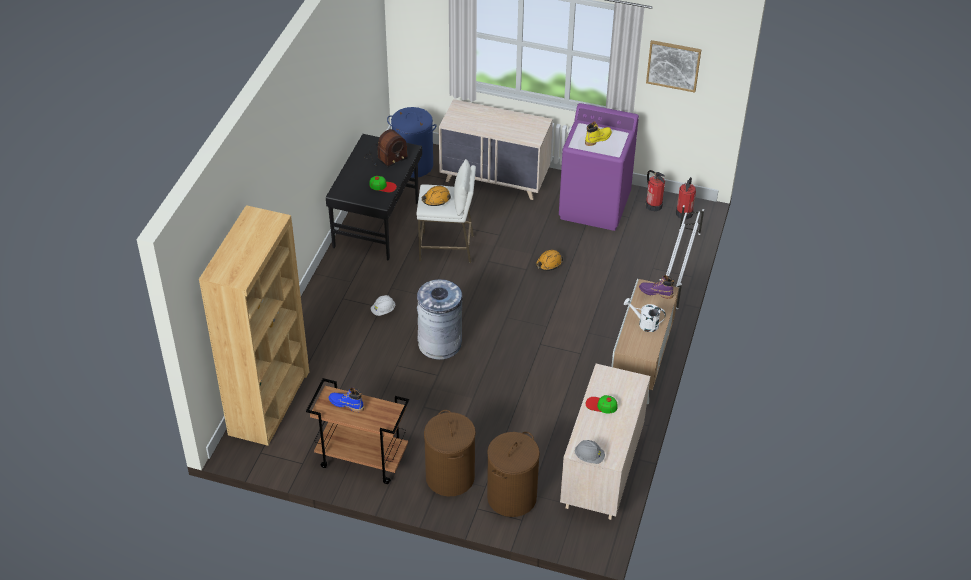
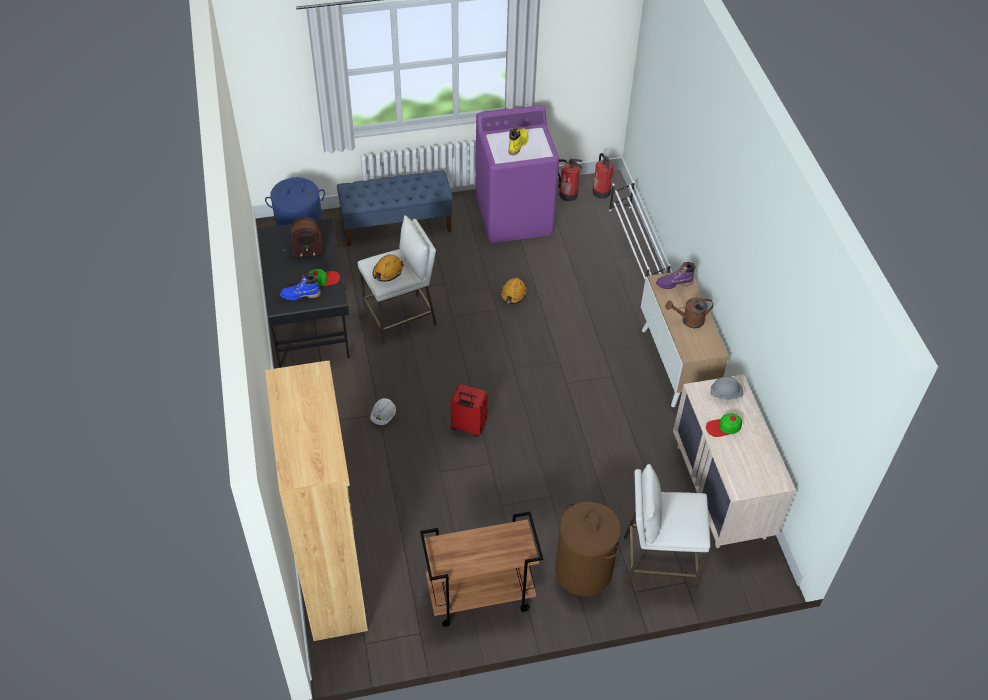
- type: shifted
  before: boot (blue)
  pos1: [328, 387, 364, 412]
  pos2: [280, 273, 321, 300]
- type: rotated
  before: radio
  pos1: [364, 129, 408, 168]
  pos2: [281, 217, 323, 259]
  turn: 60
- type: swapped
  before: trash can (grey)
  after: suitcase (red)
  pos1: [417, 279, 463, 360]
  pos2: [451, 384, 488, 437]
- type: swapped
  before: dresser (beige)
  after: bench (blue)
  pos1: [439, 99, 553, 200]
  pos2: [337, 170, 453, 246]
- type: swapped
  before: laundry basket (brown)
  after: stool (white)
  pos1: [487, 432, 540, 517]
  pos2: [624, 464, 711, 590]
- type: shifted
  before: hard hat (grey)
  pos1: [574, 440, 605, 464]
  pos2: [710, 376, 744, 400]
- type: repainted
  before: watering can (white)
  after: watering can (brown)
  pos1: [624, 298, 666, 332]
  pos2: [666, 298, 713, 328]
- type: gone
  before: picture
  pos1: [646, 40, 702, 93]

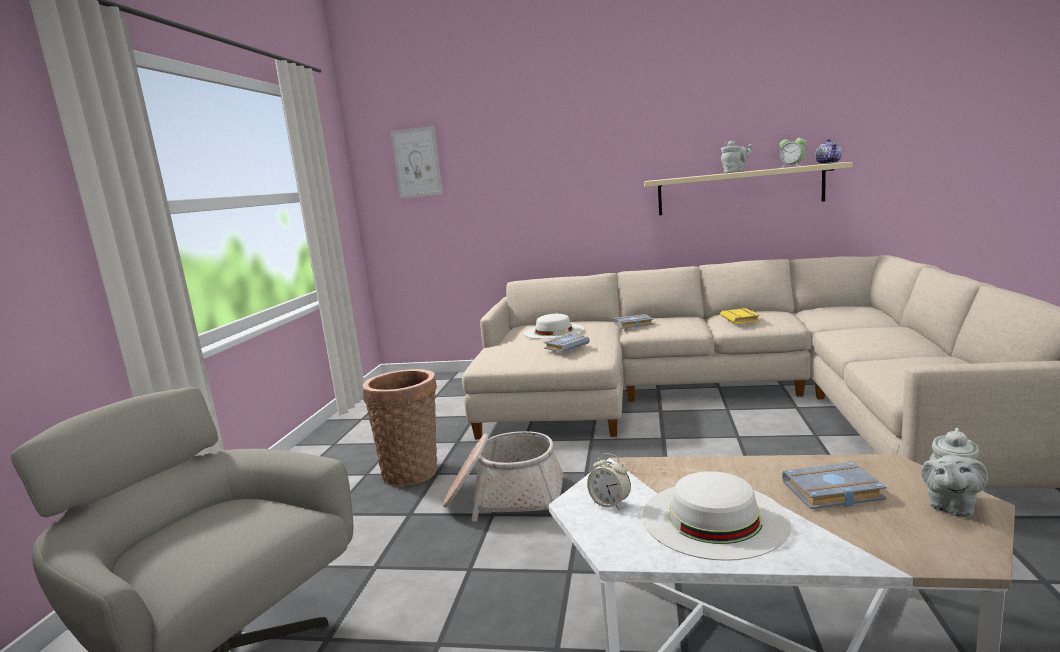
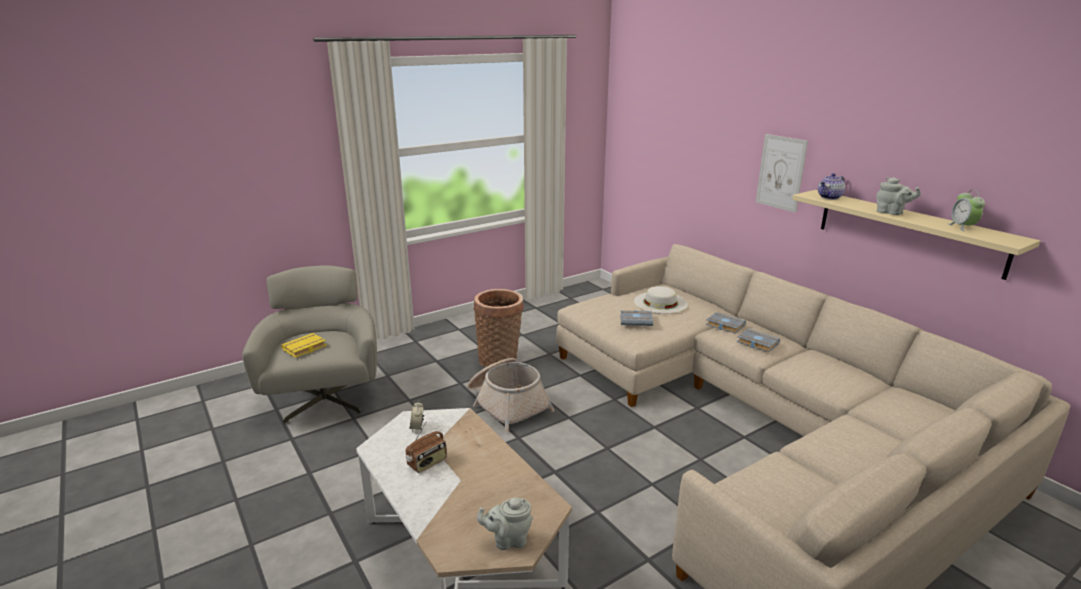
- type: shifted
  before: picture
  pos1: [391, 126, 443, 198]
  pos2: [756, 134, 808, 213]
- type: swapped
  before: hat (white)
  after: radio
  pos1: [643, 471, 791, 561]
  pos2: [406, 421, 447, 473]
- type: shifted
  before: book (yellow)
  pos1: [720, 308, 761, 324]
  pos2: [281, 333, 327, 358]
- type: shifted
  before: book (grey)
  pos1: [782, 462, 887, 509]
  pos2: [737, 329, 780, 352]
- type: shifted
  before: teapot
  pos1: [815, 139, 842, 164]
  pos2: [818, 173, 845, 200]

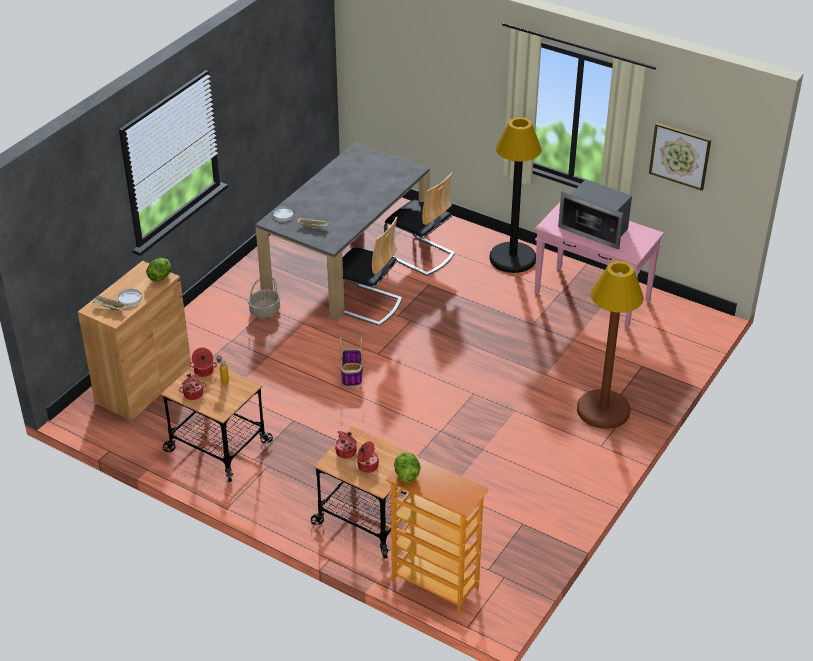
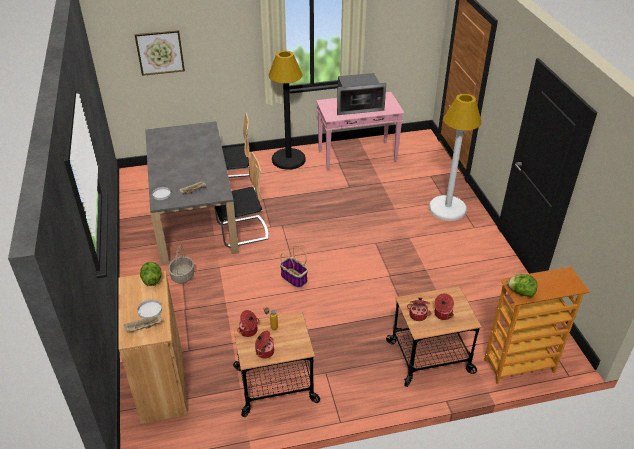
- type: repainted
  before: floor lamp (brown)
  after: floor lamp (white)
  pos1: [577, 261, 644, 429]
  pos2: [429, 94, 482, 221]
- type: shifted
  before: picture
  pos1: [649, 123, 711, 191]
  pos2: [135, 30, 185, 76]

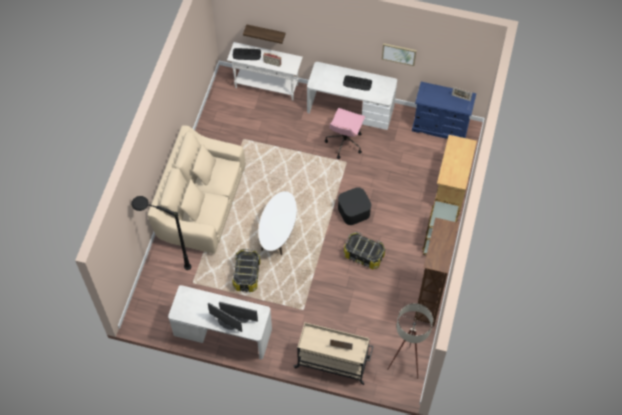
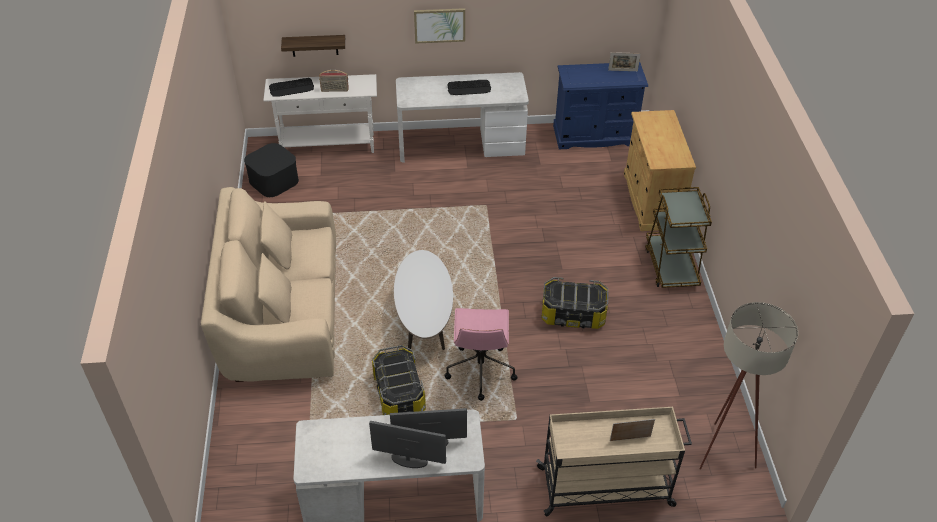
- type: gone
  before: floor lamp (black)
  pos1: [131, 196, 192, 270]
- type: shifted
  before: office chair (pink)
  pos1: [325, 108, 365, 159]
  pos2: [444, 308, 518, 401]
- type: shifted
  before: storage box (black)
  pos1: [338, 187, 371, 225]
  pos2: [244, 143, 299, 197]
- type: shifted
  before: picture
  pos1: [382, 43, 417, 66]
  pos2: [414, 8, 465, 44]
- type: gone
  before: bookcase (brown)
  pos1: [414, 218, 459, 326]

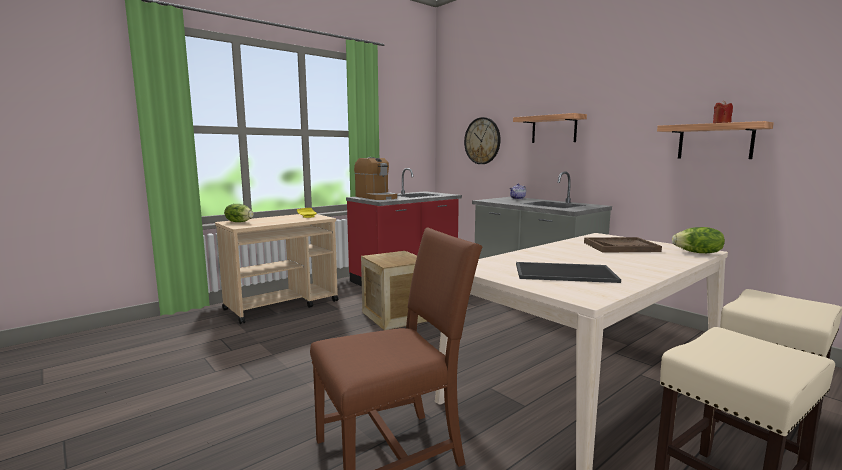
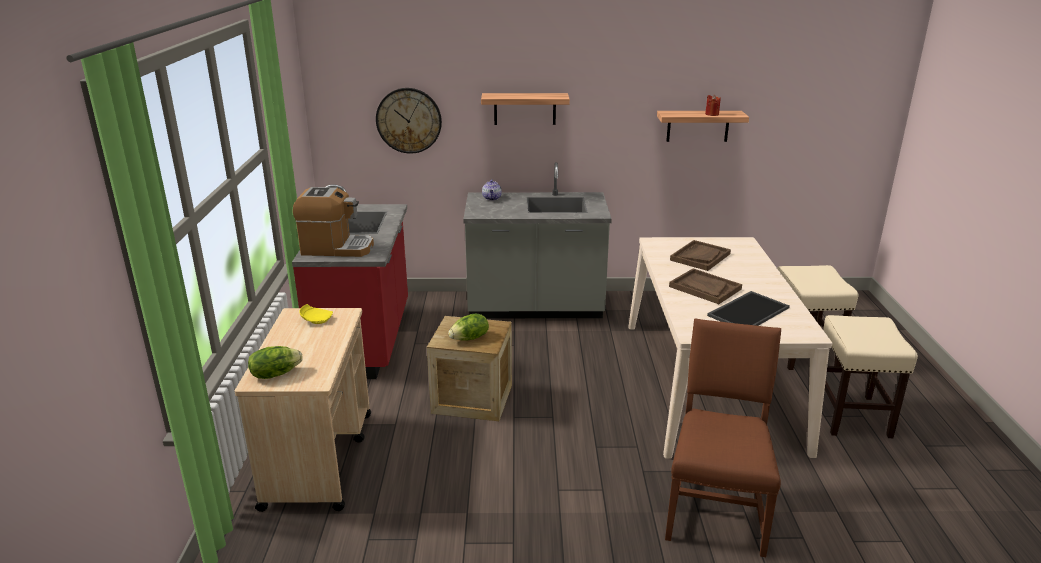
- type: shifted
  before: lettuce
  pos1: [672, 227, 725, 253]
  pos2: [448, 314, 489, 341]
- type: new
  after: tray (brown)
  pos2: [669, 268, 742, 304]

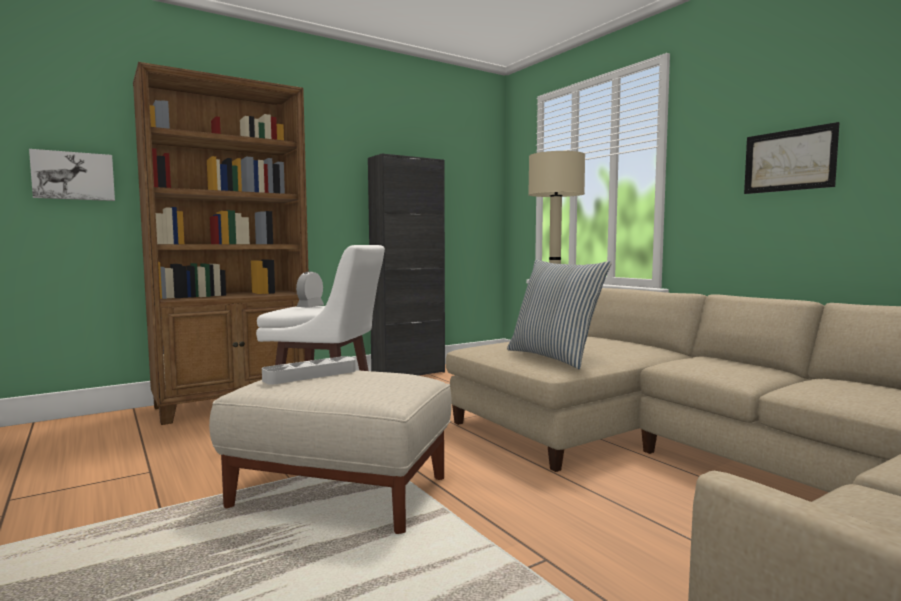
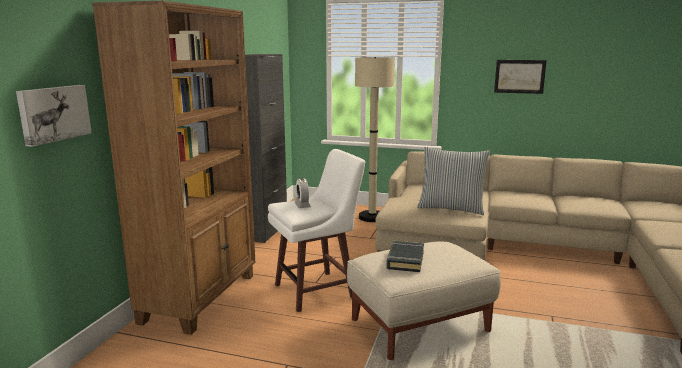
- type: swapped
  before: tray (grey)
  after: book (black)
  pos1: [262, 356, 356, 385]
  pos2: [386, 241, 424, 272]

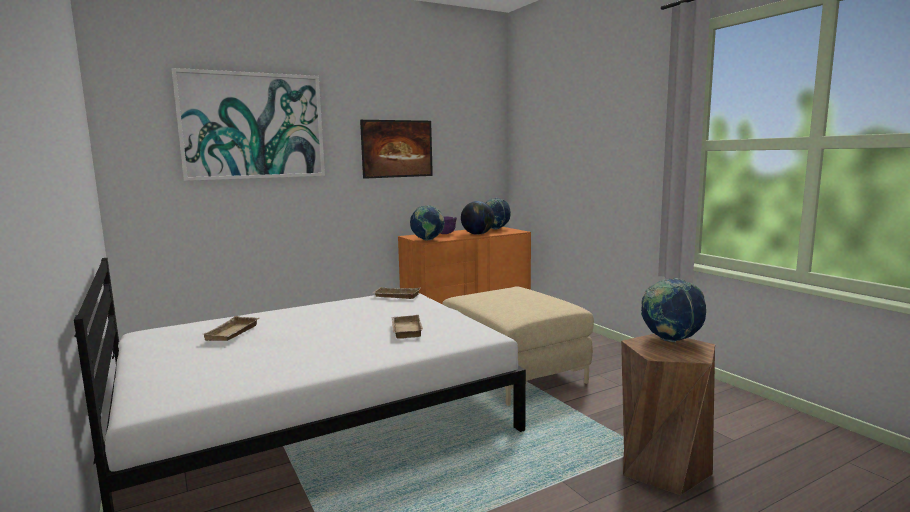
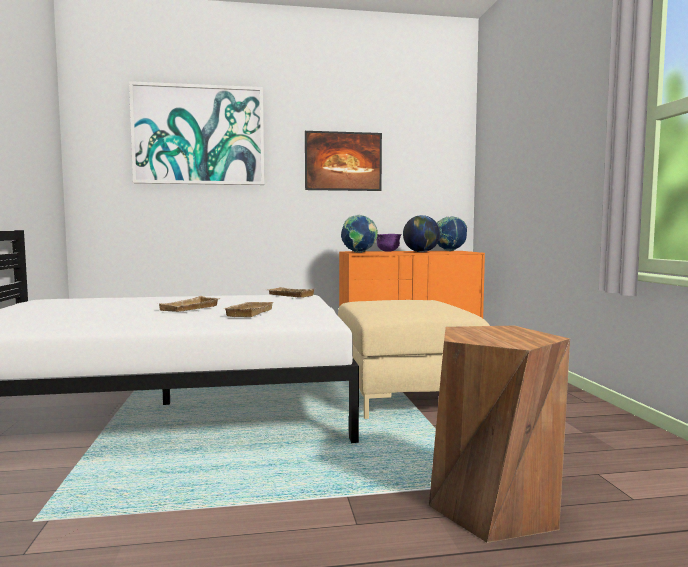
- type: shifted
  before: tray (beige)
  pos1: [204, 316, 260, 341]
  pos2: [157, 296, 221, 312]
- type: gone
  before: globe
  pos1: [641, 278, 706, 342]

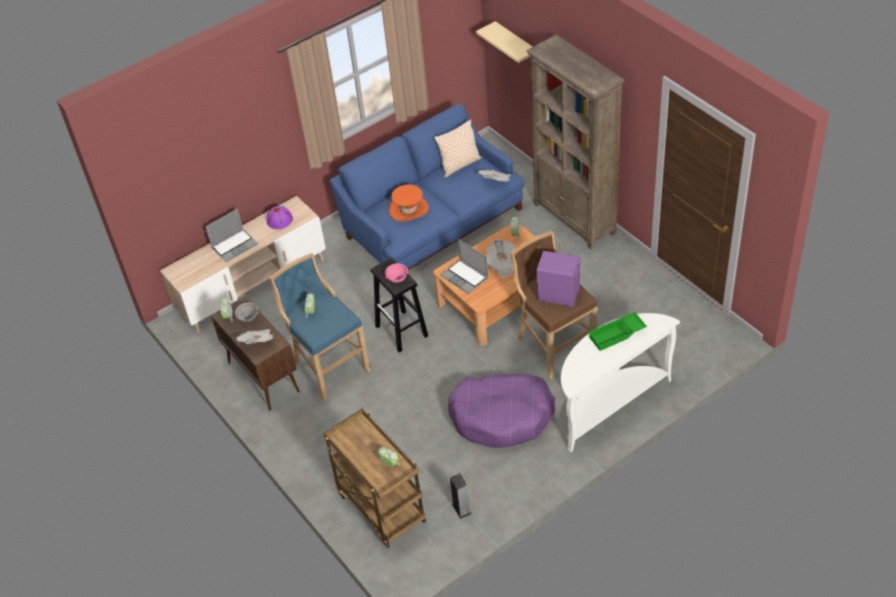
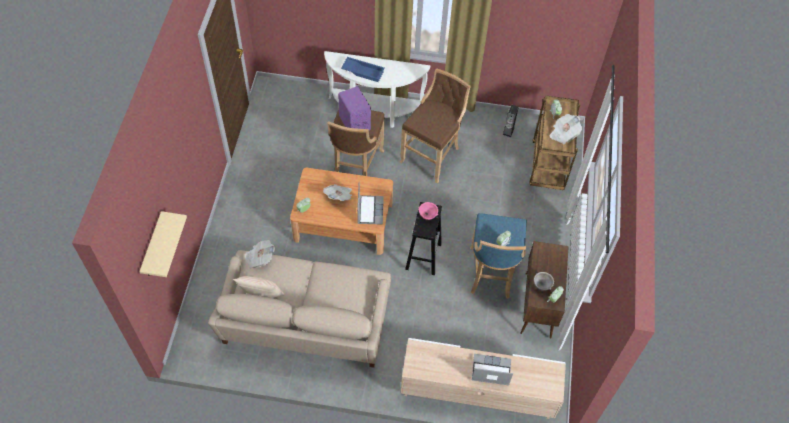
- type: shifted
  before: newspaper
  pos1: [237, 329, 273, 344]
  pos2: [550, 114, 582, 144]
- type: gone
  before: hat (purple)
  pos1: [266, 206, 293, 229]
- type: repainted
  before: sofa (blue)
  after: sofa (beige)
  pos1: [330, 104, 524, 270]
  pos2: [208, 250, 391, 368]
- type: gone
  before: hat (orange)
  pos1: [389, 185, 429, 222]
- type: swapped
  before: dog bed (purple)
  after: stool (brown)
  pos1: [448, 374, 555, 448]
  pos2: [400, 68, 471, 184]
- type: gone
  before: bookcase (brown)
  pos1: [526, 35, 625, 249]
- type: repainted
  before: tray (green)
  after: tray (blue)
  pos1: [588, 312, 647, 351]
  pos2: [341, 57, 384, 82]

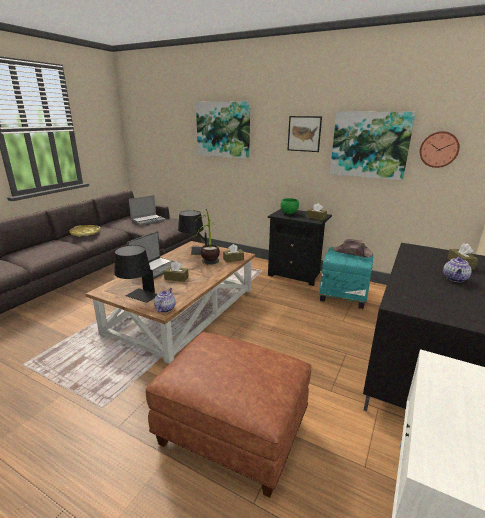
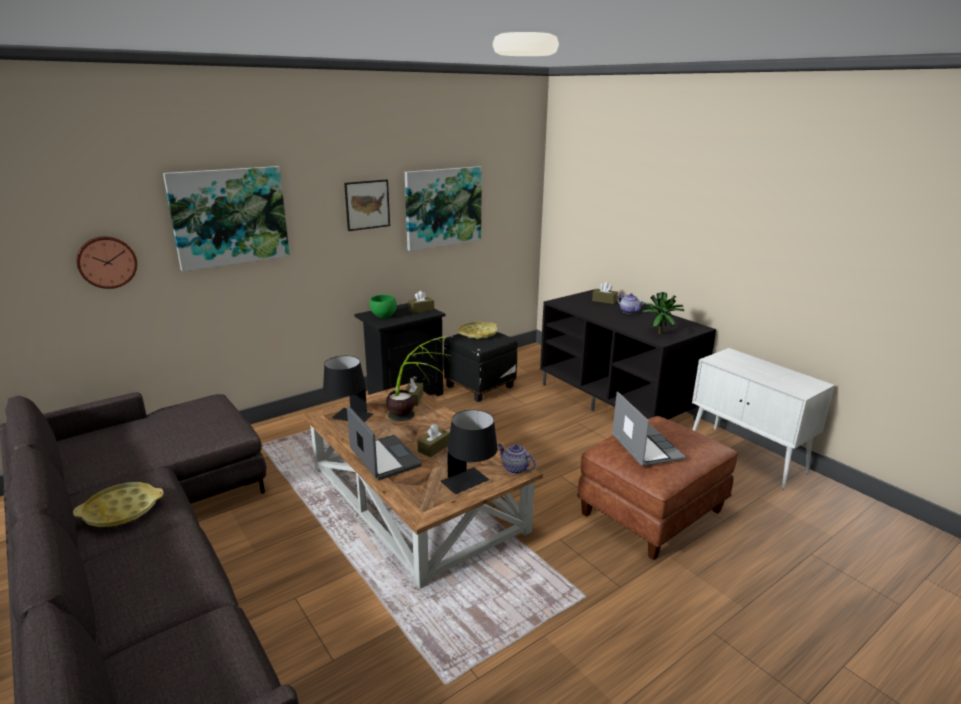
- type: shifted
  before: laptop
  pos1: [129, 195, 166, 225]
  pos2: [612, 391, 686, 466]
- type: repainted
  before: ottoman (turquoise)
  after: ottoman (black)
  pos1: [319, 247, 373, 309]
  pos2: [444, 332, 518, 402]
- type: swapped
  before: hat (brown)
  after: tray (yellow)
  pos1: [333, 239, 373, 258]
  pos2: [459, 322, 497, 339]
- type: shifted
  before: wall clock
  pos1: [420, 131, 460, 168]
  pos2: [76, 236, 137, 289]
- type: new
  after: potted plant
  pos2: [642, 292, 684, 334]

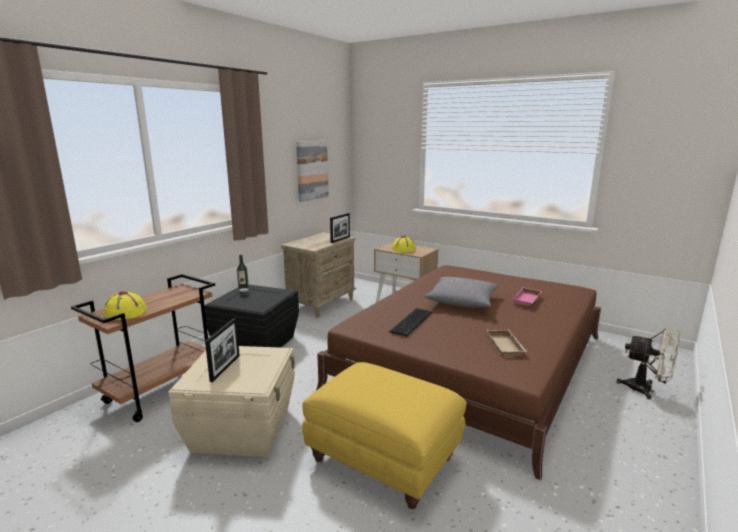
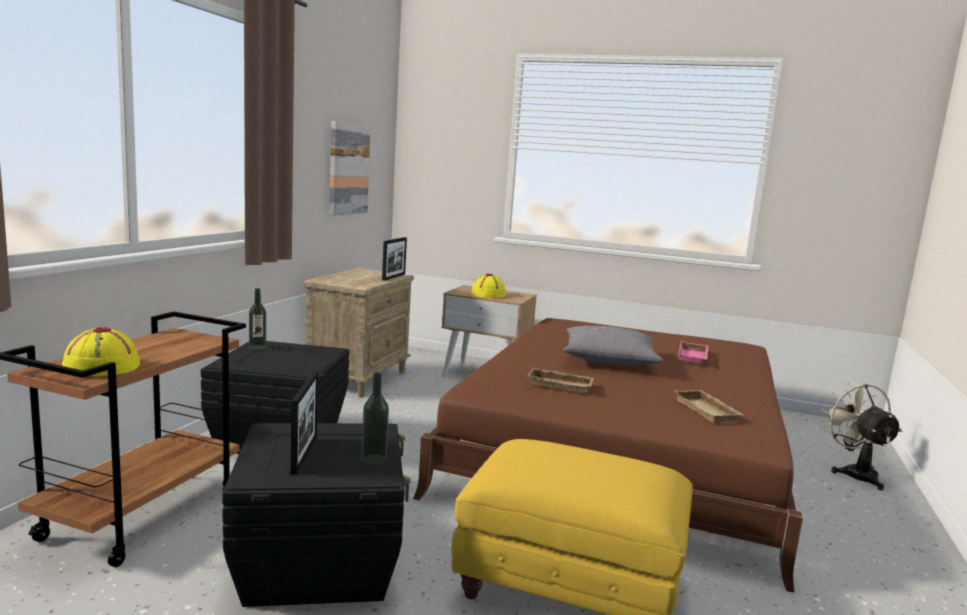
- type: repainted
  before: storage box (beige)
  after: storage box (black)
  pos1: [168, 346, 295, 457]
  pos2: [222, 423, 411, 607]
- type: swapped
  before: keyboard
  after: tray (beige)
  pos1: [389, 308, 433, 337]
  pos2: [527, 368, 594, 393]
- type: rotated
  before: fan (beige)
  pos1: [616, 328, 680, 399]
  pos2: [822, 382, 903, 490]
  turn: -120
- type: new
  after: bottle
  pos2: [362, 372, 389, 465]

